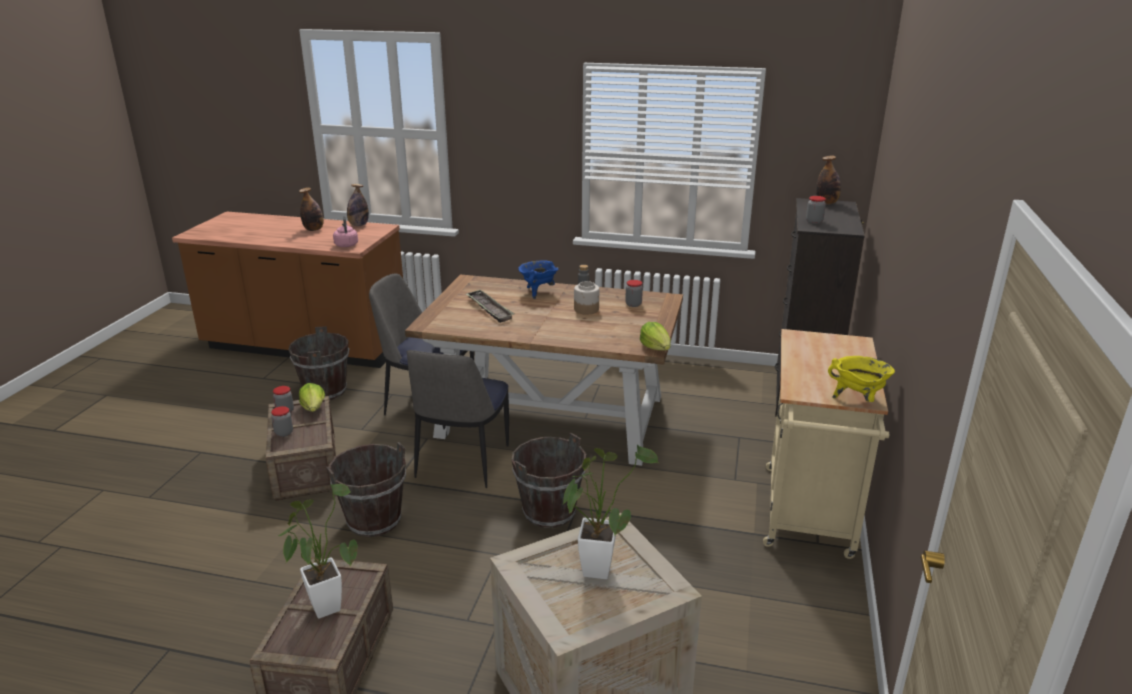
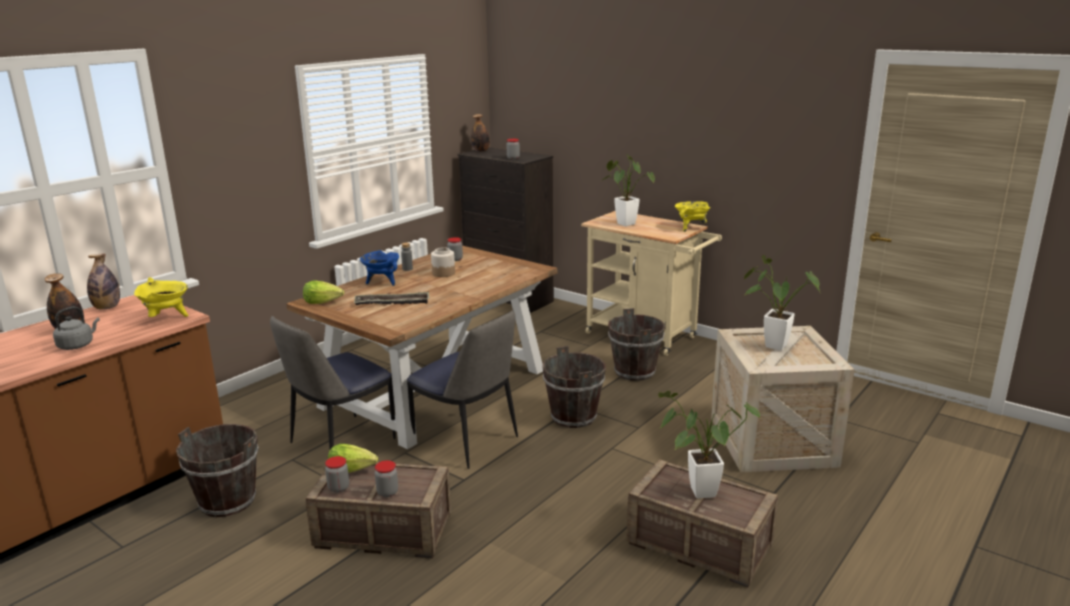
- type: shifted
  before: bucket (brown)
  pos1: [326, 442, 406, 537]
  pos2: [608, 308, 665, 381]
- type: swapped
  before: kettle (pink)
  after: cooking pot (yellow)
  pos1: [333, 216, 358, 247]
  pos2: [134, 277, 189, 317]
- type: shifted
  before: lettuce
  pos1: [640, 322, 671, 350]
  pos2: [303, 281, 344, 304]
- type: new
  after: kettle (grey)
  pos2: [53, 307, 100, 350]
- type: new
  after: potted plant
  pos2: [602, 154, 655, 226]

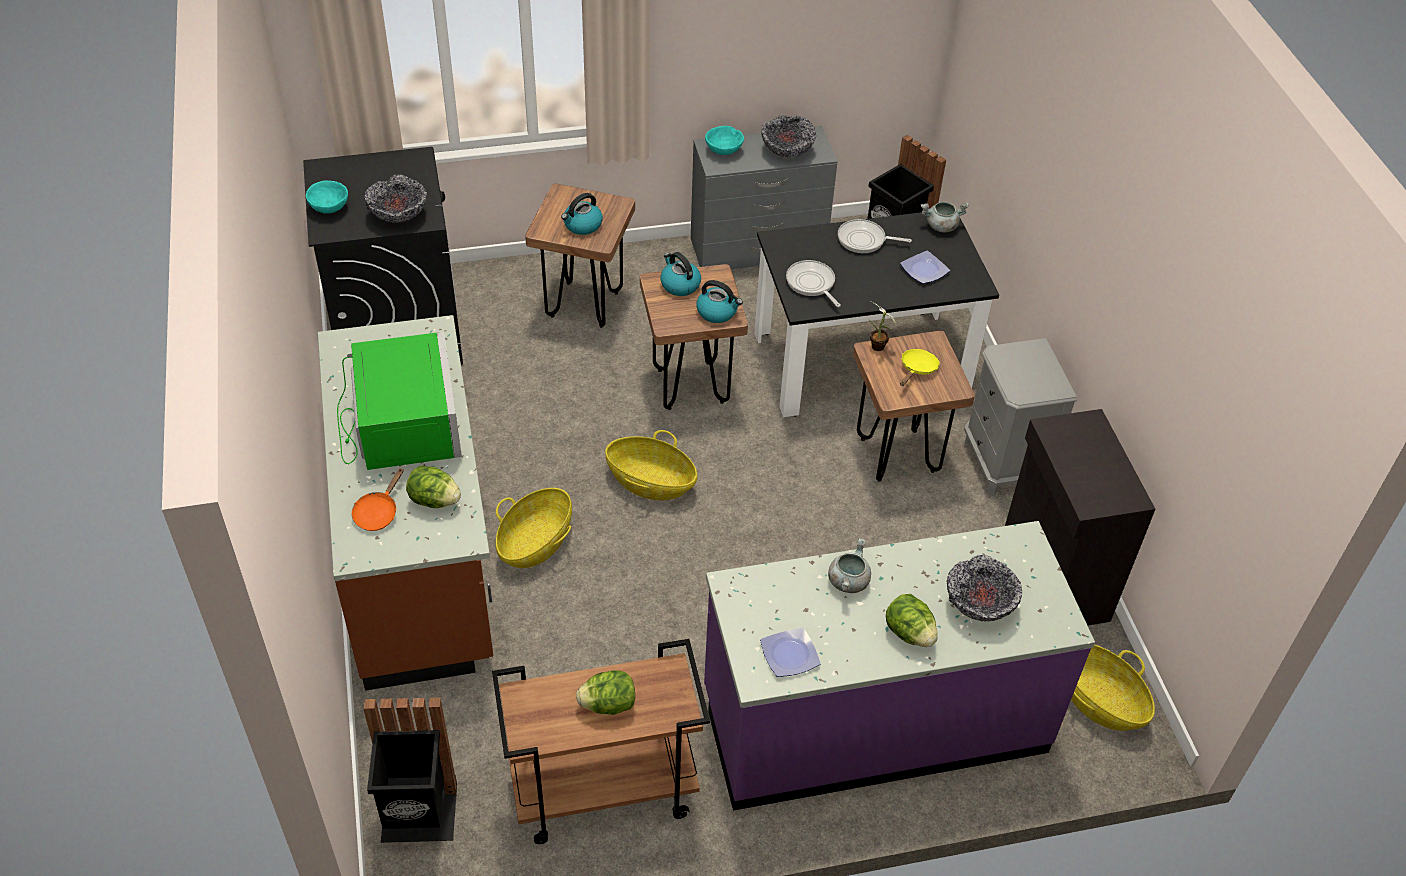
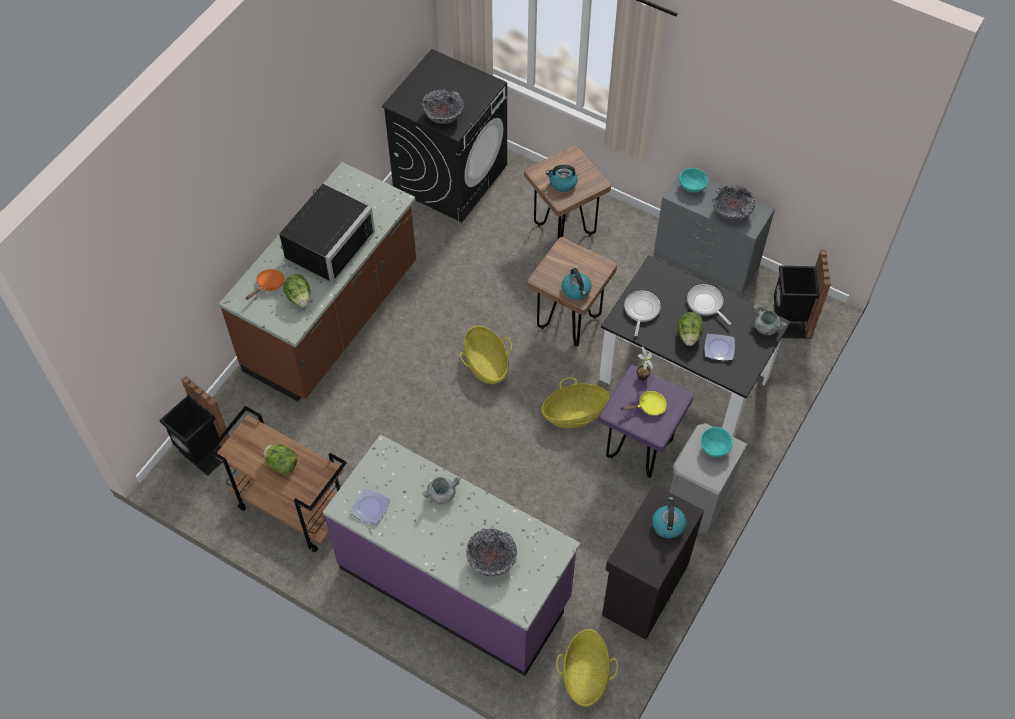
- type: shifted
  before: bowl (turquoise)
  pos1: [306, 181, 348, 213]
  pos2: [701, 427, 733, 457]
- type: repainted
  before: microwave (green)
  after: microwave (black)
  pos1: [337, 332, 462, 470]
  pos2: [279, 184, 375, 283]
- type: rotated
  before: frying pan (orange)
  pos1: [352, 468, 404, 531]
  pos2: [245, 269, 284, 300]
  turn: 150
- type: shifted
  before: basket
  pos1: [496, 488, 572, 568]
  pos2: [542, 377, 610, 428]
- type: shifted
  before: kettle
  pos1: [661, 252, 701, 296]
  pos2: [652, 497, 686, 538]
- type: repainted
  before: stool (brown)
  after: stool (purple)
  pos1: [853, 331, 975, 482]
  pos2: [599, 365, 694, 478]
- type: shifted
  before: lettuce
  pos1: [886, 594, 938, 647]
  pos2: [678, 312, 704, 346]

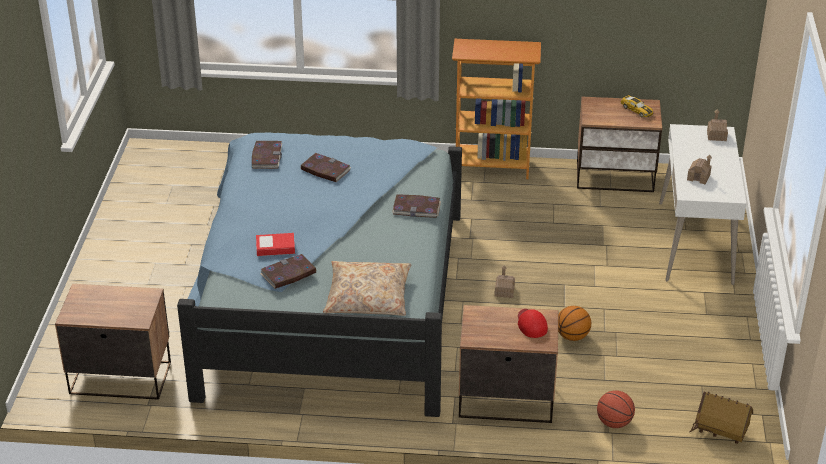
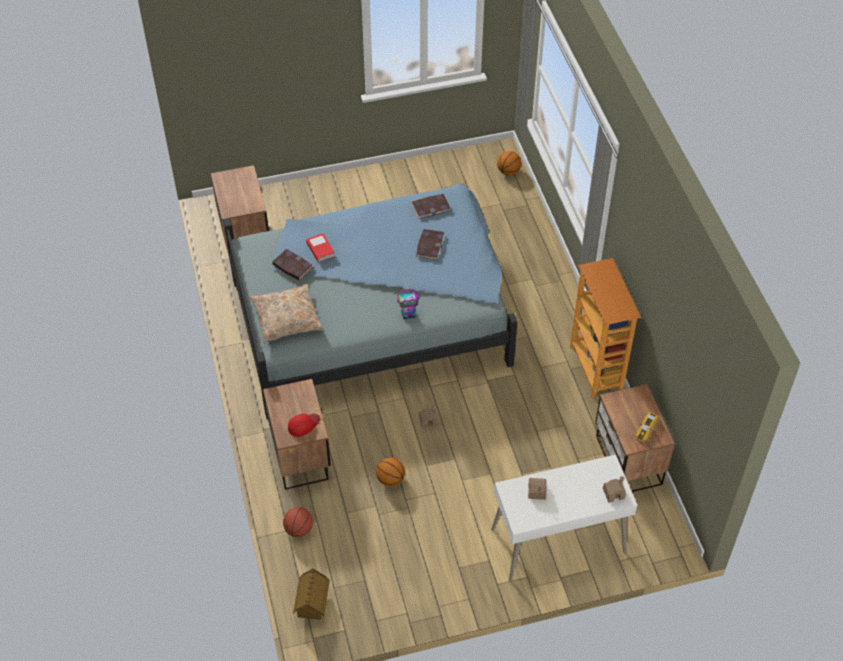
- type: swapped
  before: book
  after: toy robot
  pos1: [392, 194, 441, 218]
  pos2: [397, 289, 419, 319]
- type: new
  after: basketball
  pos2: [497, 151, 522, 175]

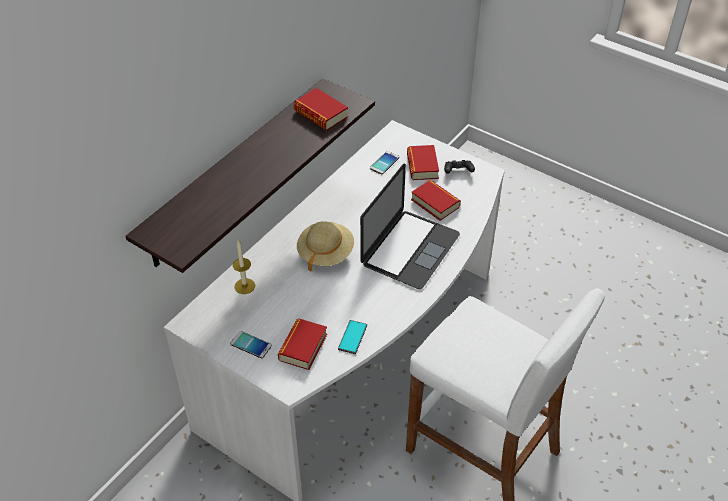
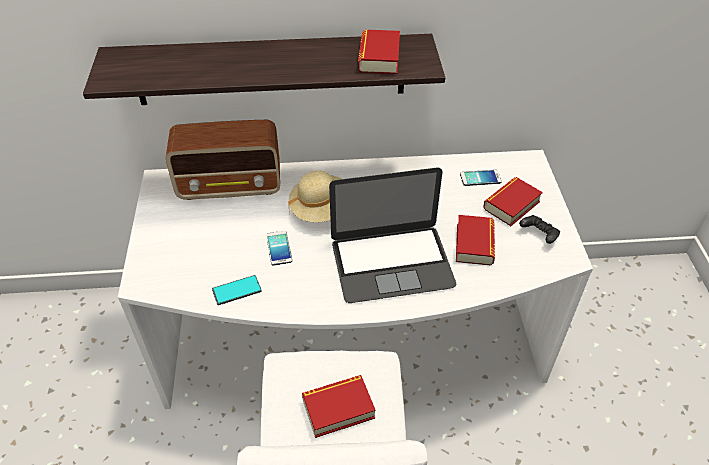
- type: shifted
  before: phone
  pos1: [230, 331, 272, 358]
  pos2: [266, 231, 292, 266]
- type: swapped
  before: candle
  after: radio
  pos1: [233, 240, 255, 294]
  pos2: [166, 120, 280, 200]
- type: shifted
  before: book
  pos1: [278, 319, 327, 370]
  pos2: [302, 375, 376, 438]

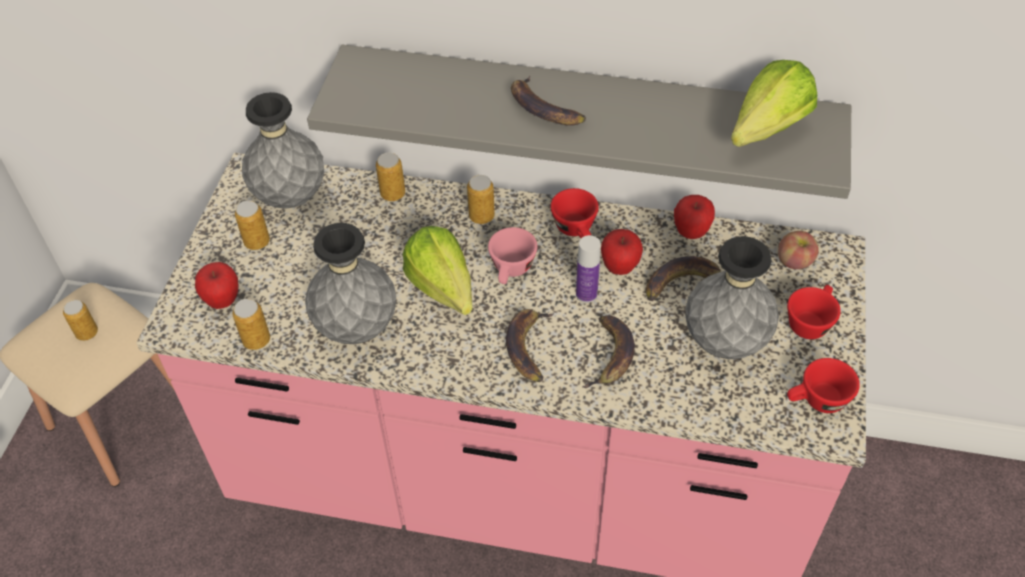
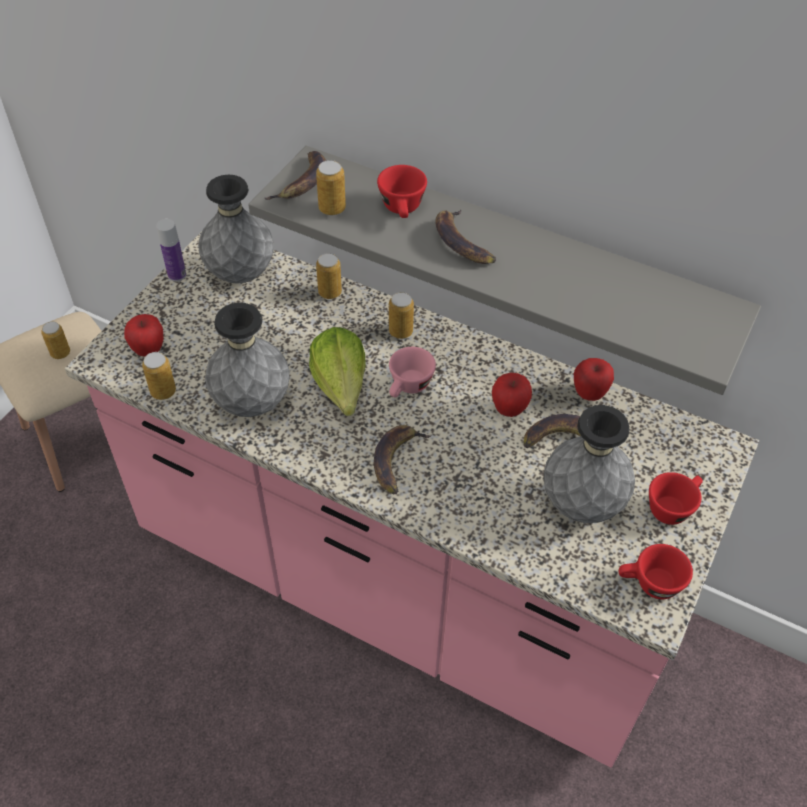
- type: shifted
  before: can
  pos1: [235, 200, 270, 250]
  pos2: [316, 160, 346, 215]
- type: shifted
  before: cup (red)
  pos1: [550, 188, 599, 238]
  pos2: [377, 165, 427, 218]
- type: shifted
  before: bottle
  pos1: [576, 235, 601, 303]
  pos2: [156, 219, 186, 282]
- type: shifted
  before: banana
  pos1: [583, 315, 635, 388]
  pos2: [264, 151, 326, 200]
- type: gone
  before: lettuce
  pos1: [731, 60, 817, 147]
- type: gone
  before: apple
  pos1: [778, 231, 819, 269]

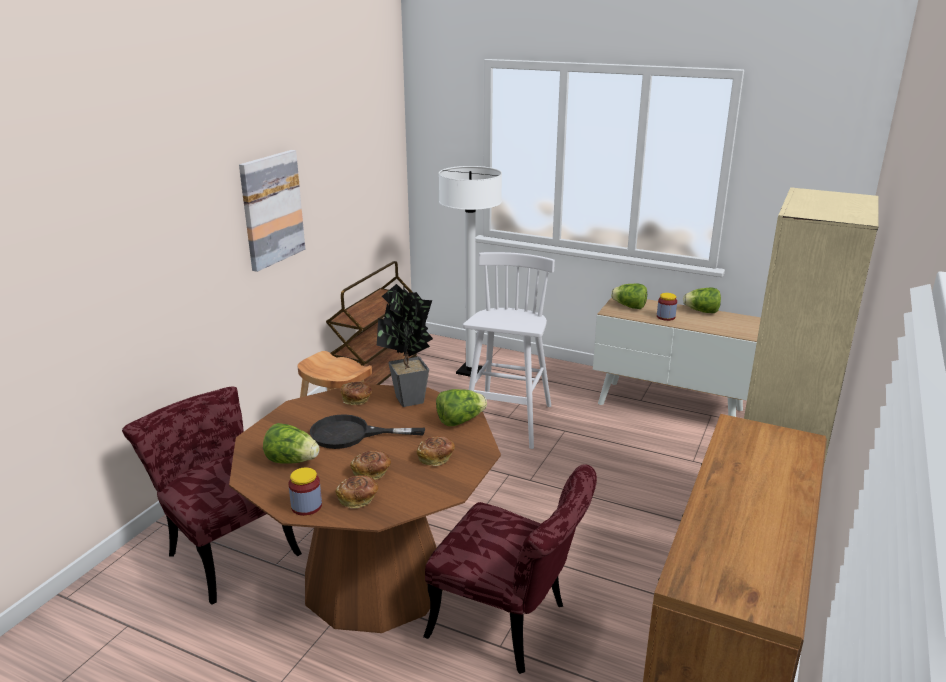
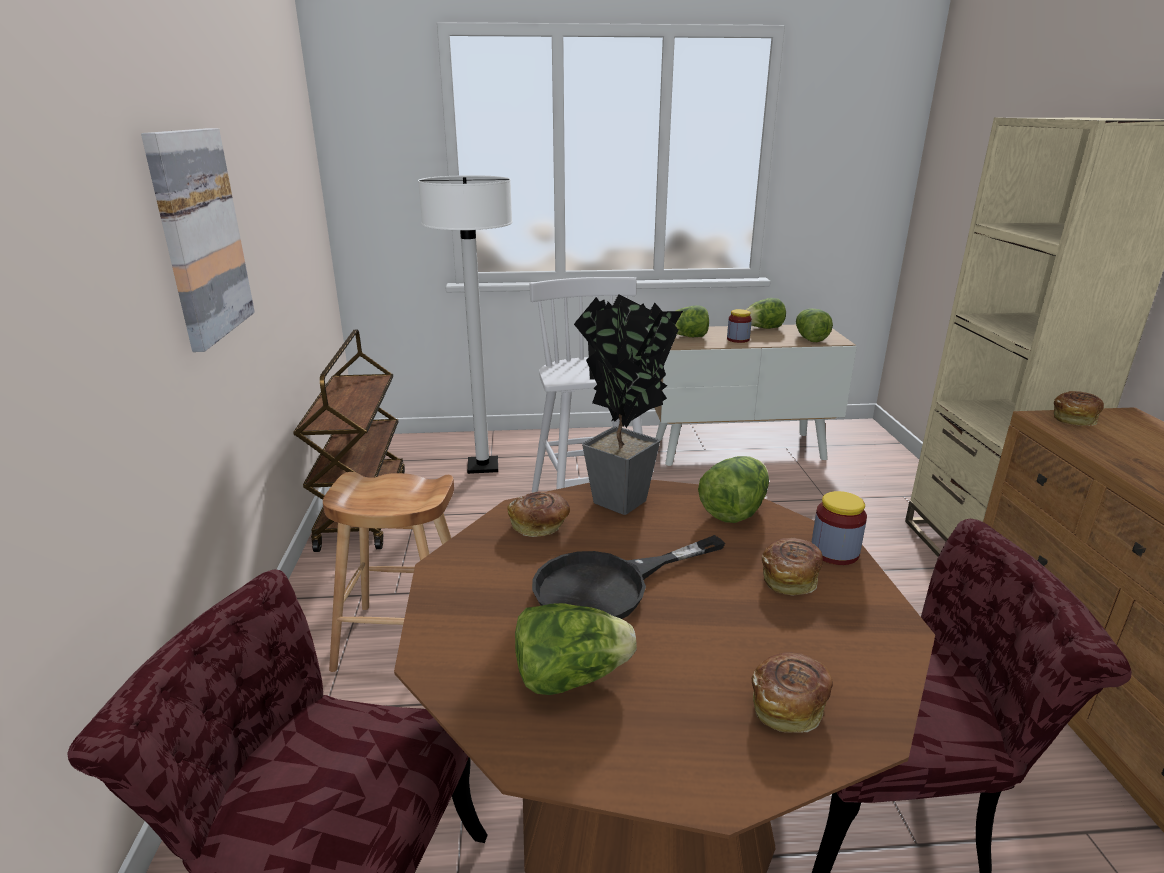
- type: shifted
  before: jar
  pos1: [289, 467, 322, 516]
  pos2: [811, 491, 867, 565]
- type: shifted
  before: bread
  pos1: [350, 450, 391, 480]
  pos2: [1054, 391, 1104, 426]
- type: new
  after: lettuce
  pos2: [796, 309, 833, 342]

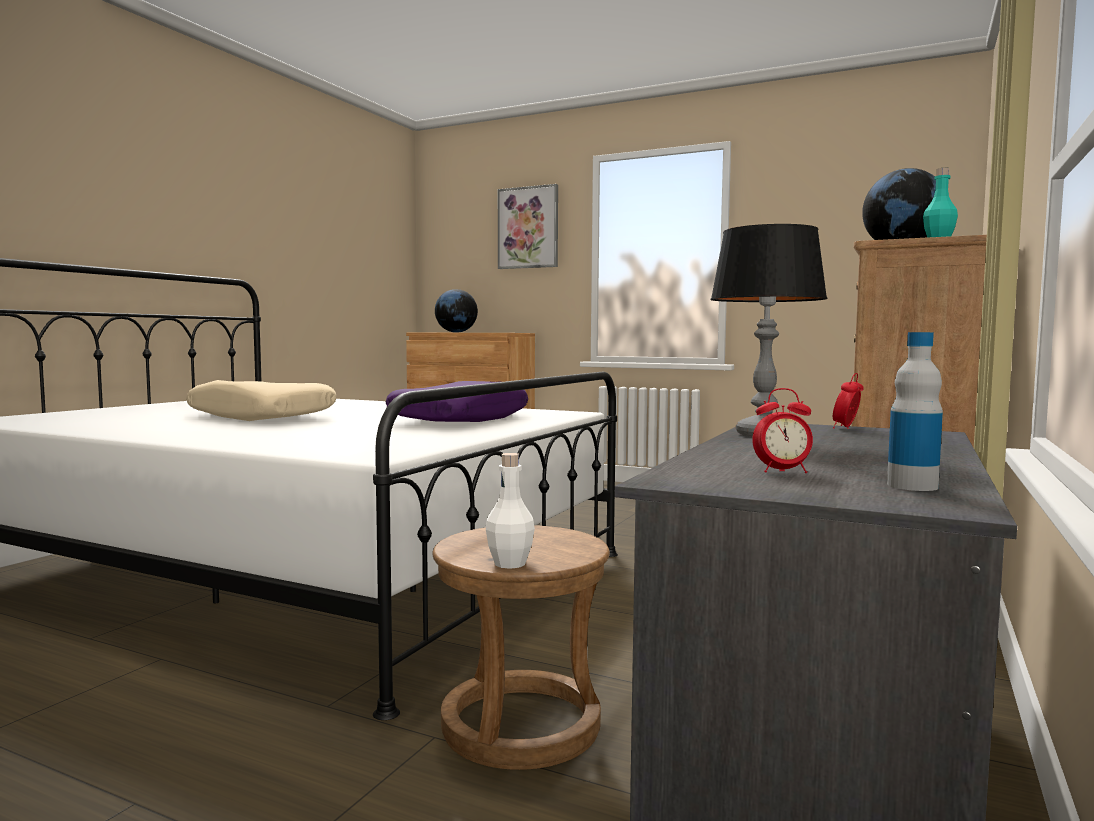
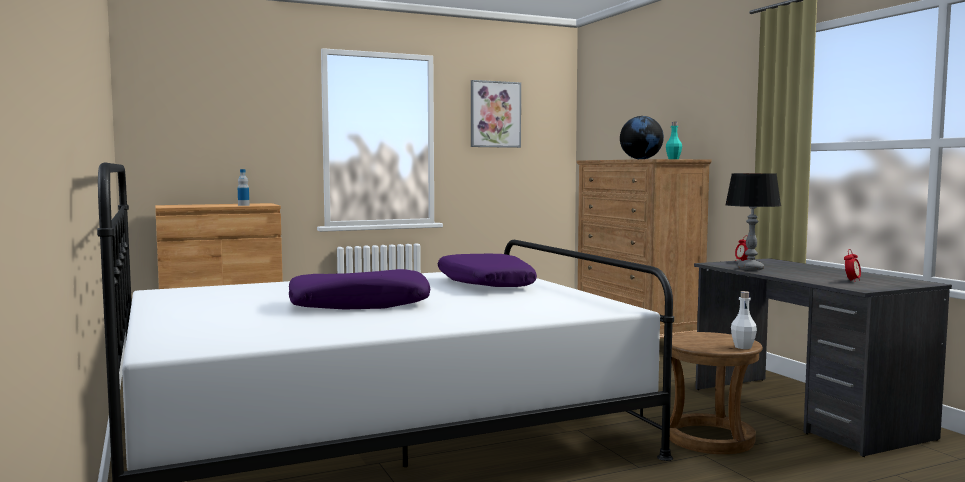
- type: repainted
  before: pillow (beige)
  after: pillow (purple)
  pos1: [186, 380, 337, 421]
  pos2: [289, 269, 430, 310]
- type: gone
  before: globe
  pos1: [435, 289, 478, 333]
- type: shifted
  before: picture
  pos1: [498, 184, 558, 269]
  pos2: [471, 80, 521, 148]
- type: shifted
  before: bottle
  pos1: [887, 332, 943, 491]
  pos2: [238, 169, 249, 206]

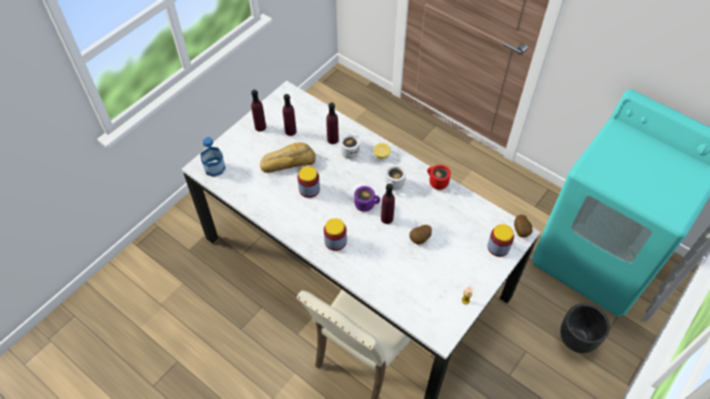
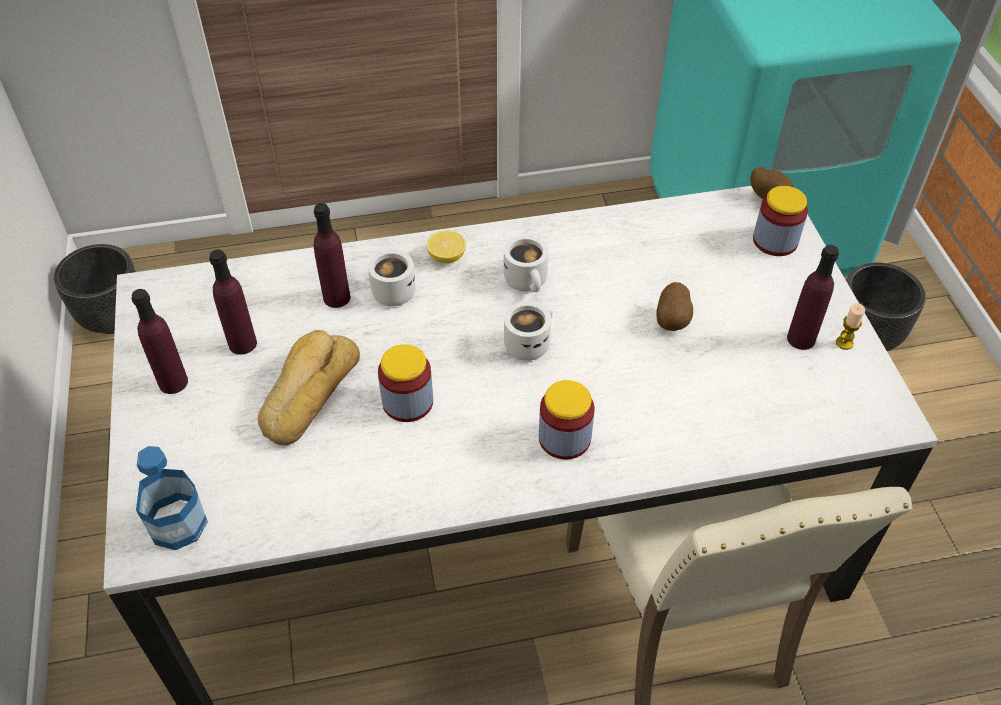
- type: repainted
  before: mug (purple)
  after: mug (white)
  pos1: [354, 186, 381, 212]
  pos2: [504, 301, 553, 361]
- type: shifted
  before: bottle (purple)
  pos1: [381, 183, 395, 224]
  pos2: [787, 245, 839, 350]
- type: gone
  before: mug (red)
  pos1: [427, 165, 451, 190]
- type: new
  after: planter (black)
  pos2: [54, 244, 136, 334]

